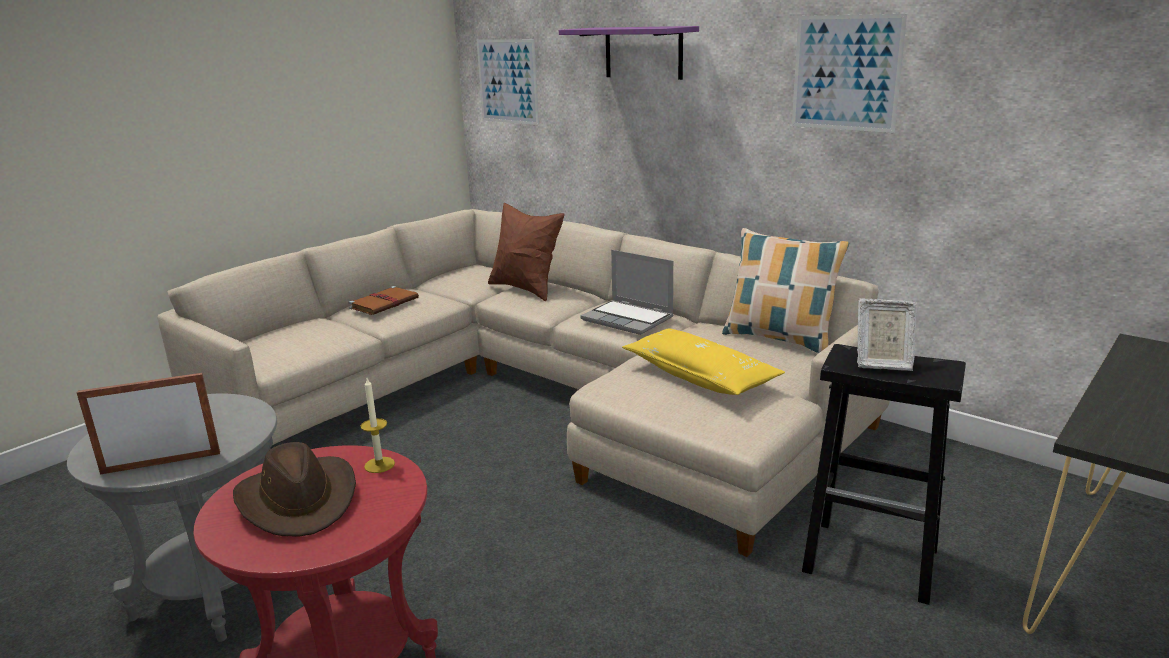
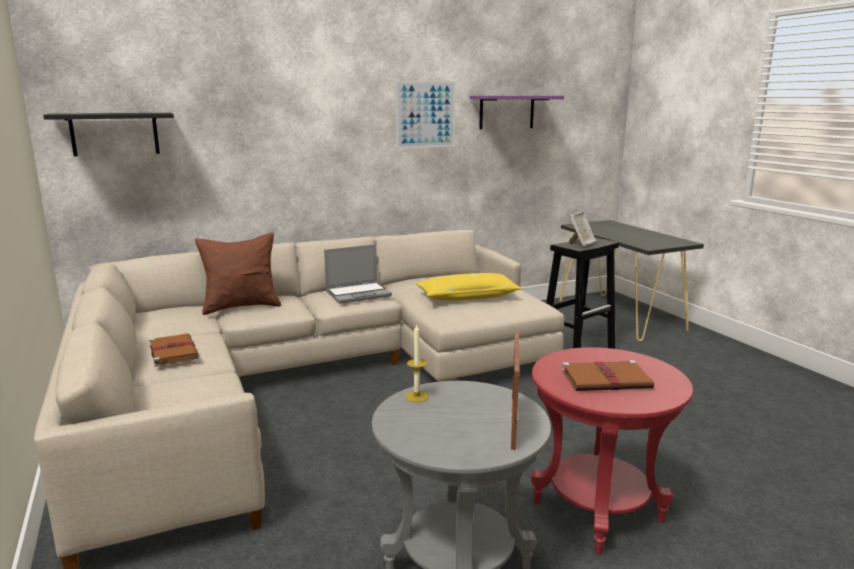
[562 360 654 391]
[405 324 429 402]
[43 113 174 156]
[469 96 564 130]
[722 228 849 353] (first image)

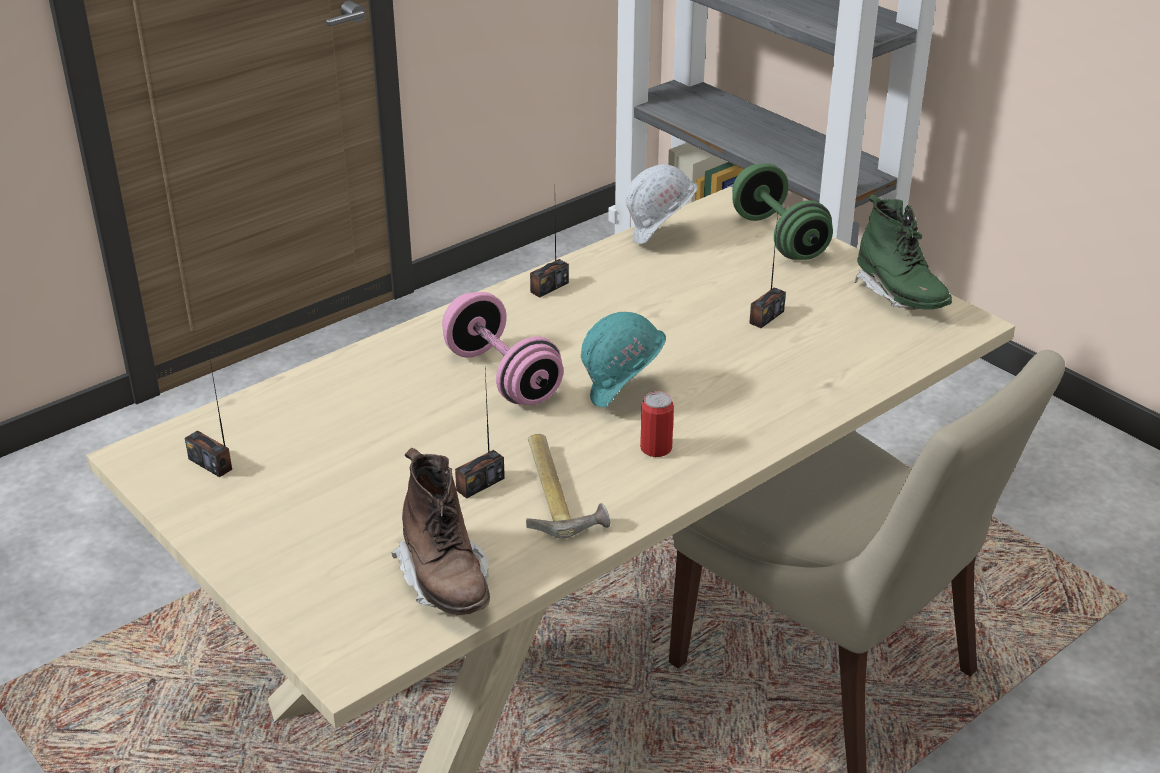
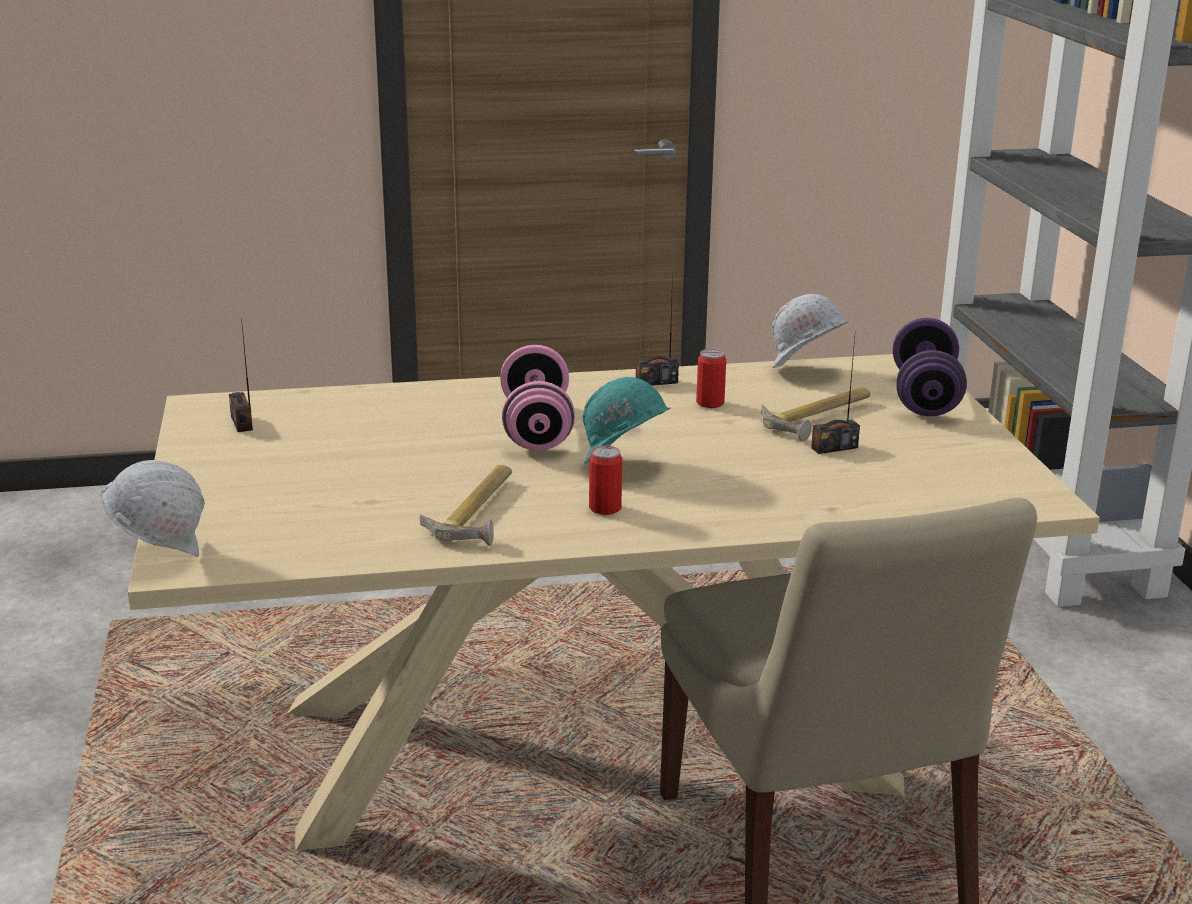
[392 448 490 615] (first image)
[455 371 505 499] (first image)
[893 318 967 416]
[854 195 952 310] (first image)
[100 460 205 557]
[696 349 726 408]
[761 387 870 441]

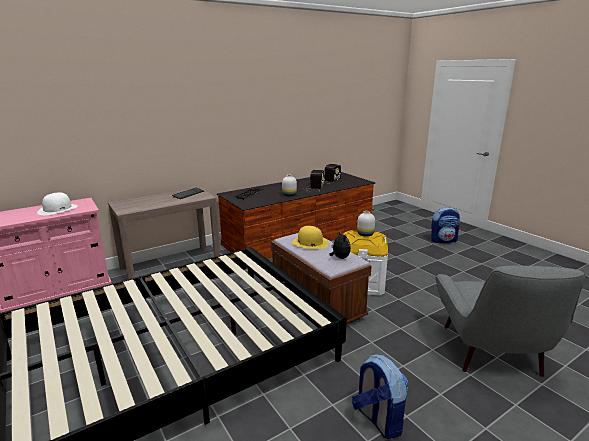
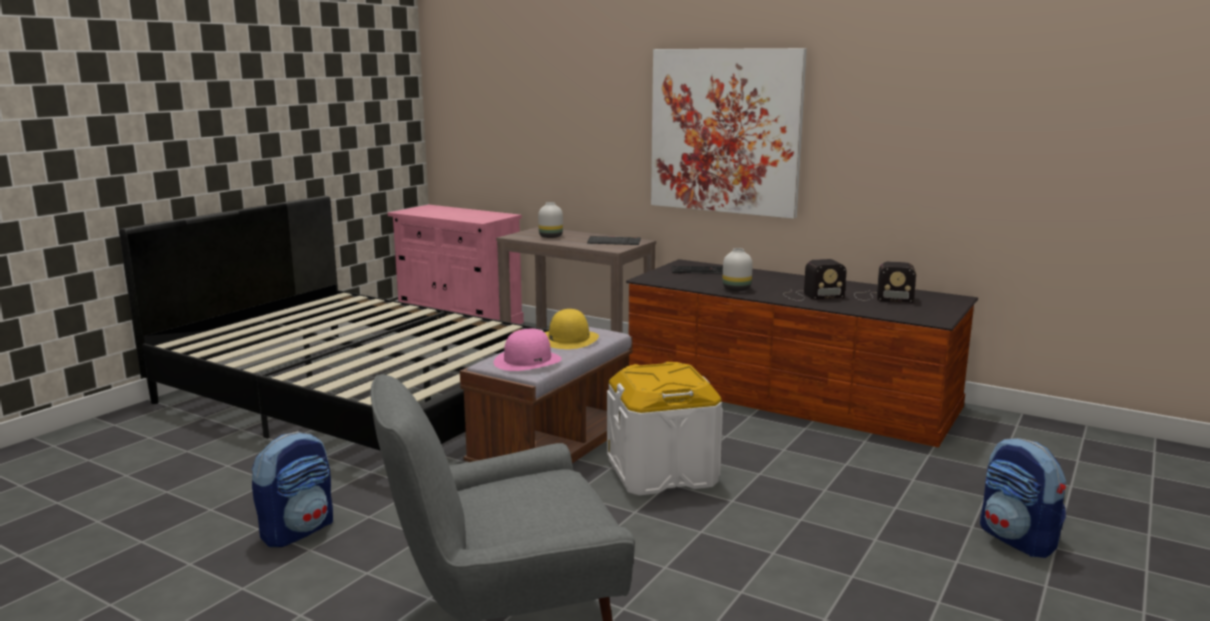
[37 192 78 215] (first image)
[494 329 562 371]
[538 202 563 238]
[651 48 807 219]

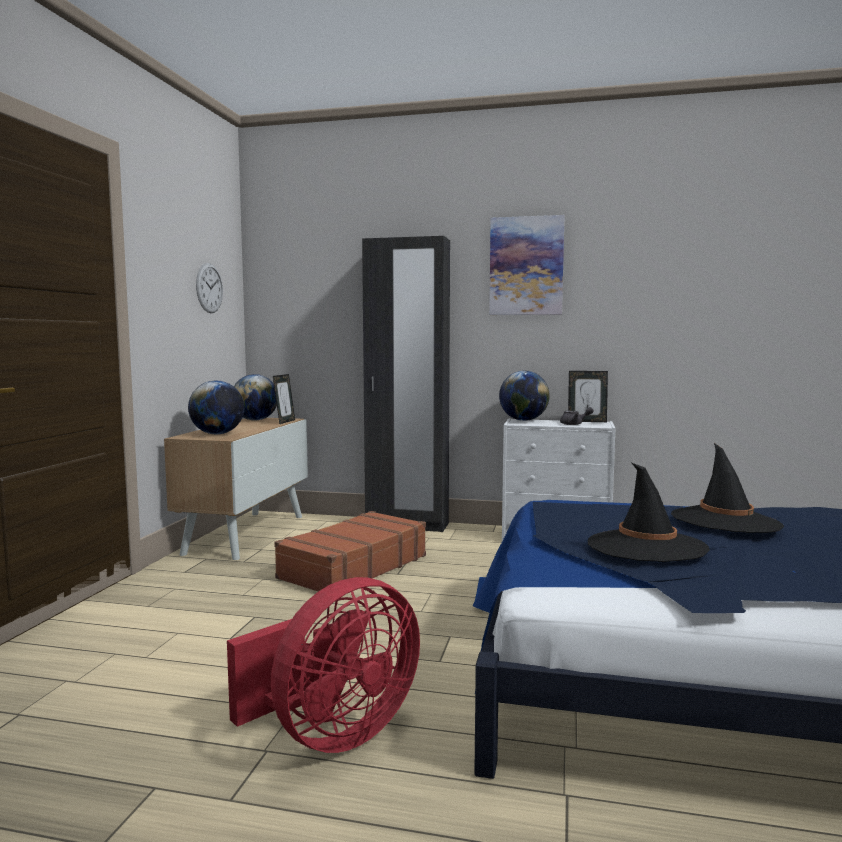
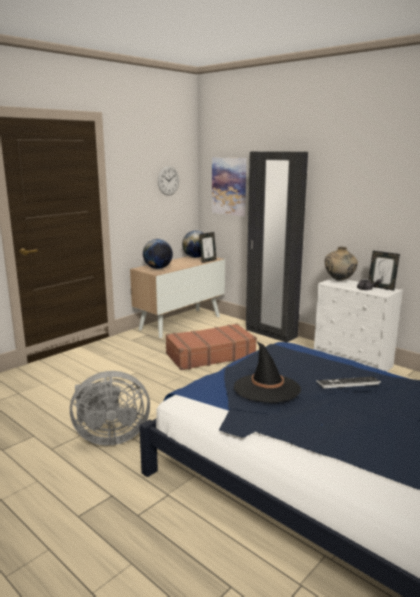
[70 371 150 446]
[212 157 246 216]
[324 247 358 281]
[316 377 381 389]

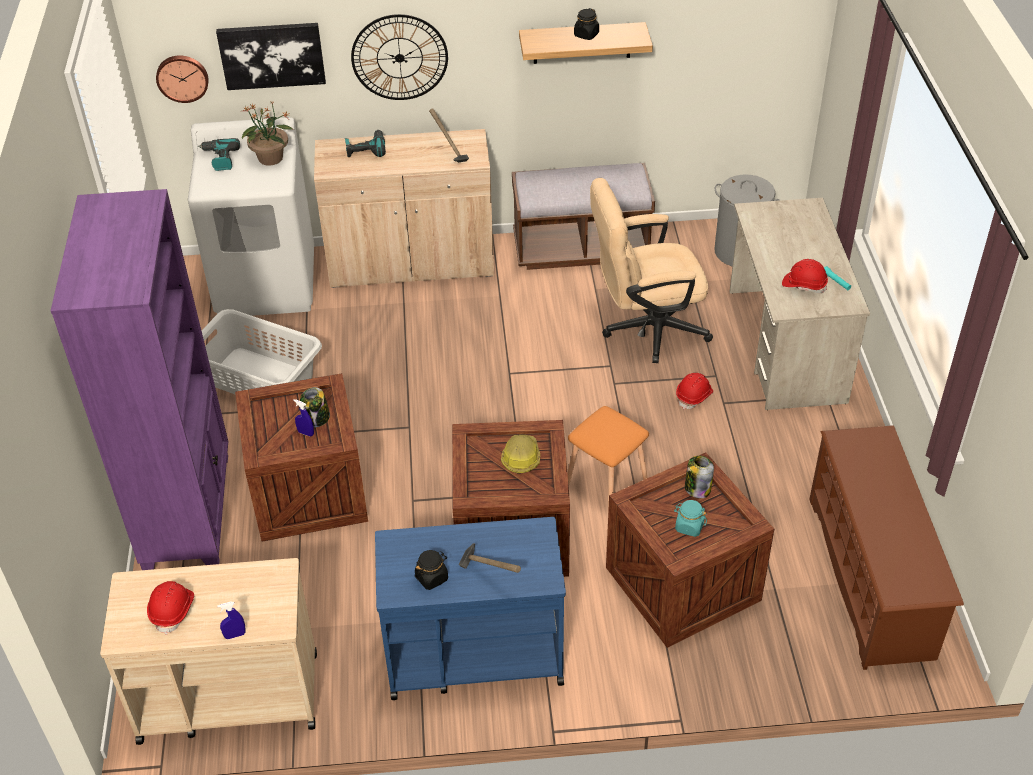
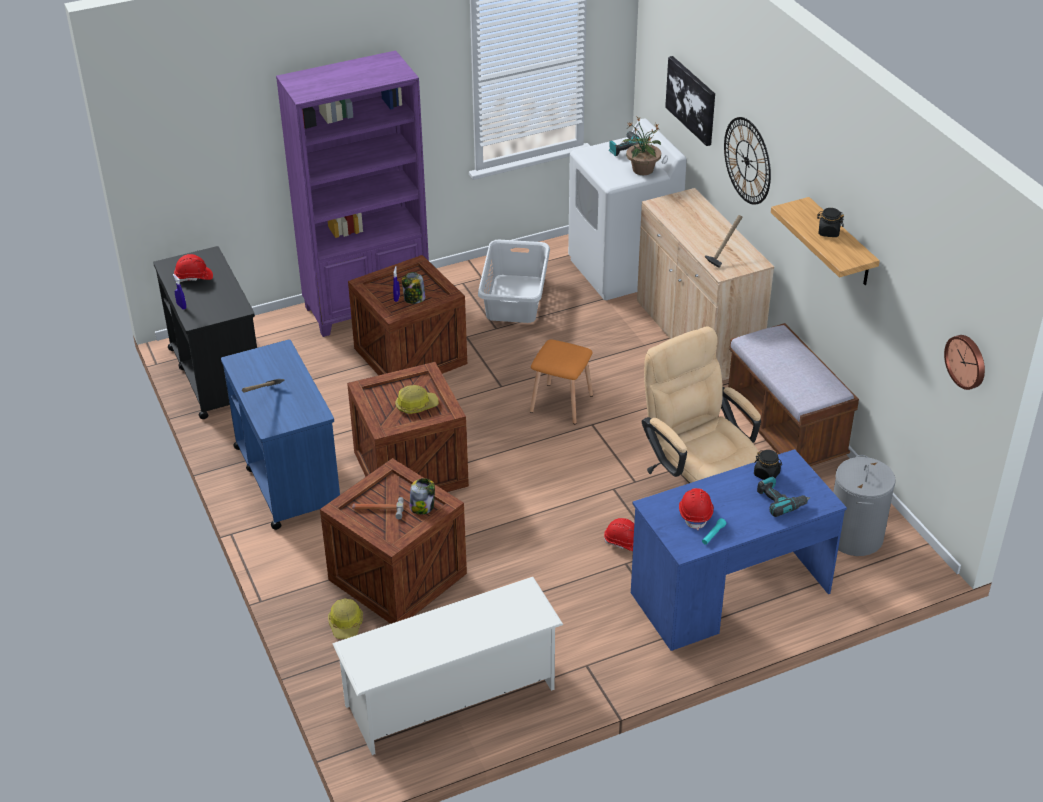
[153 246 257 419]
[944 335 985 390]
[757 476 810 517]
[754 450 782 480]
[530 339 593 424]
[352 497 404 519]
[631 449 847 651]
[333 577 563 755]
[328 598 363 639]

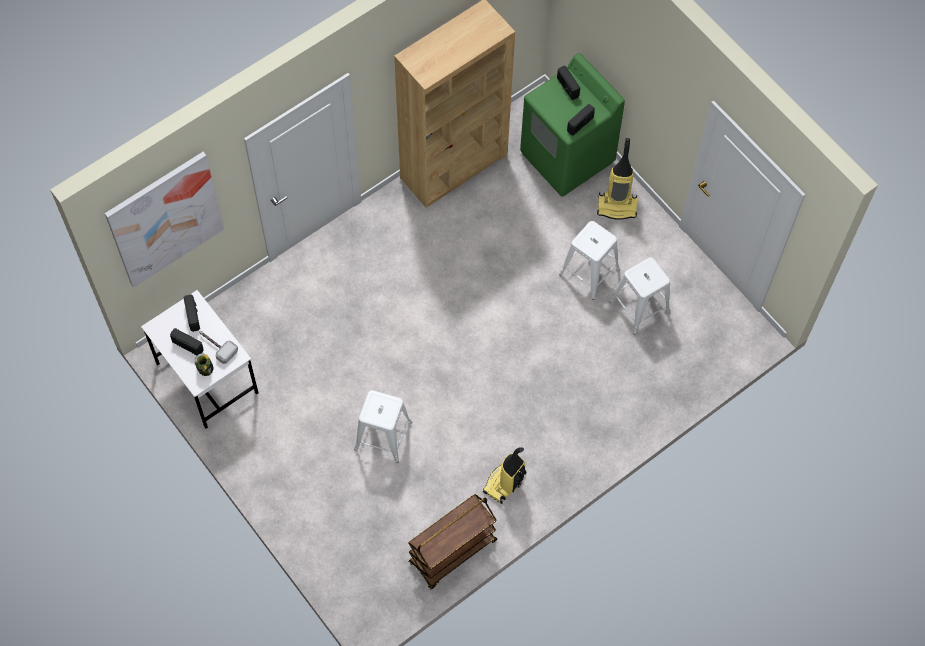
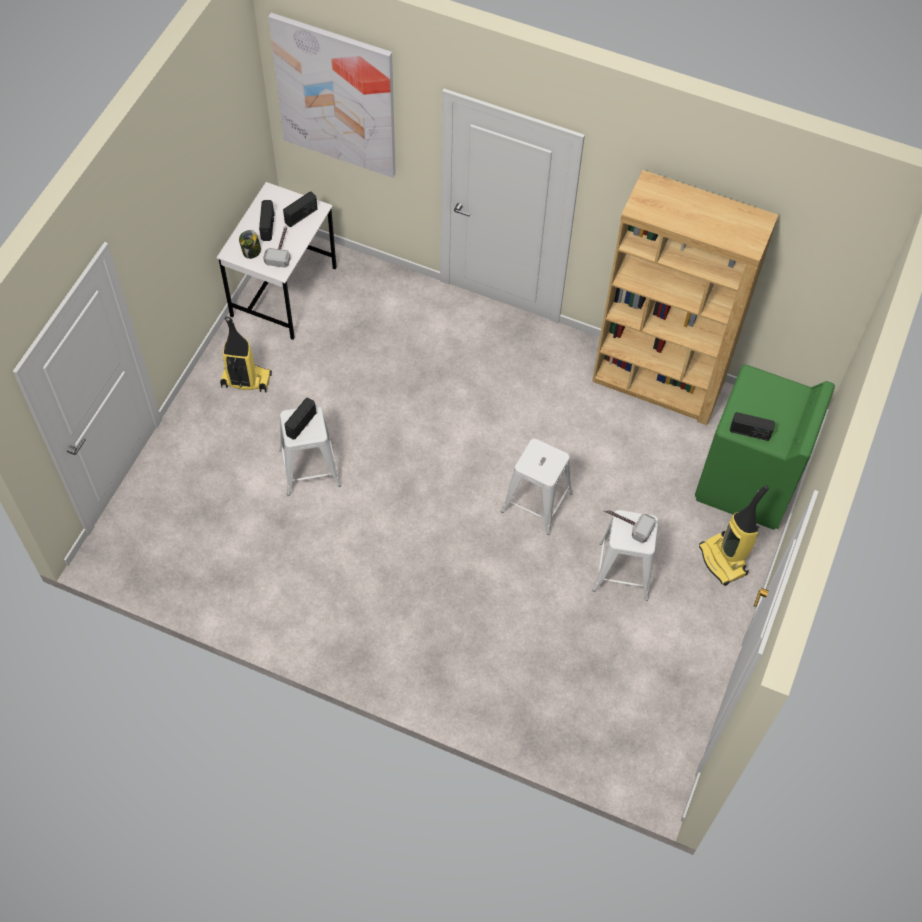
[408 494 497 590] (first image)
[220 316 272 393]
[285 397 316 440]
[501 439 573 535]
[603 508 656 543]

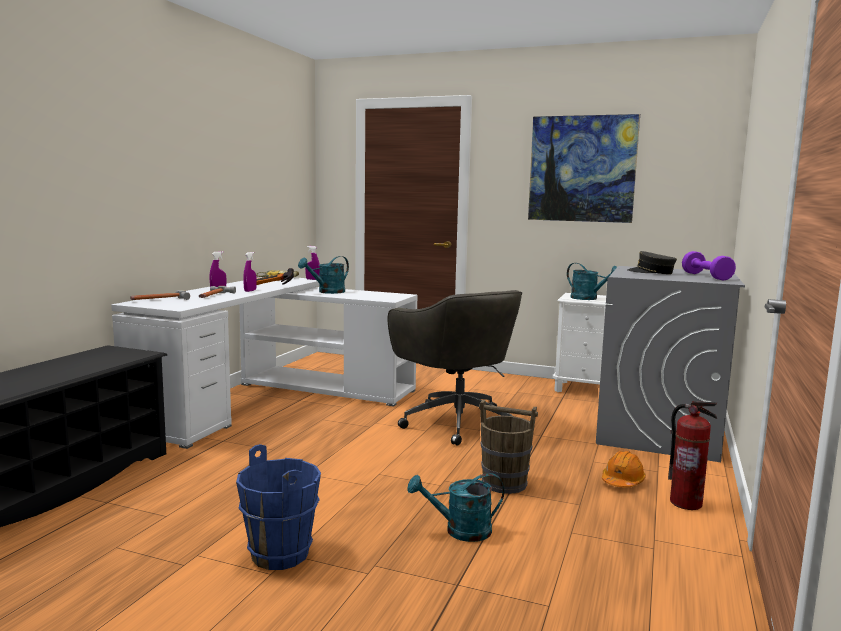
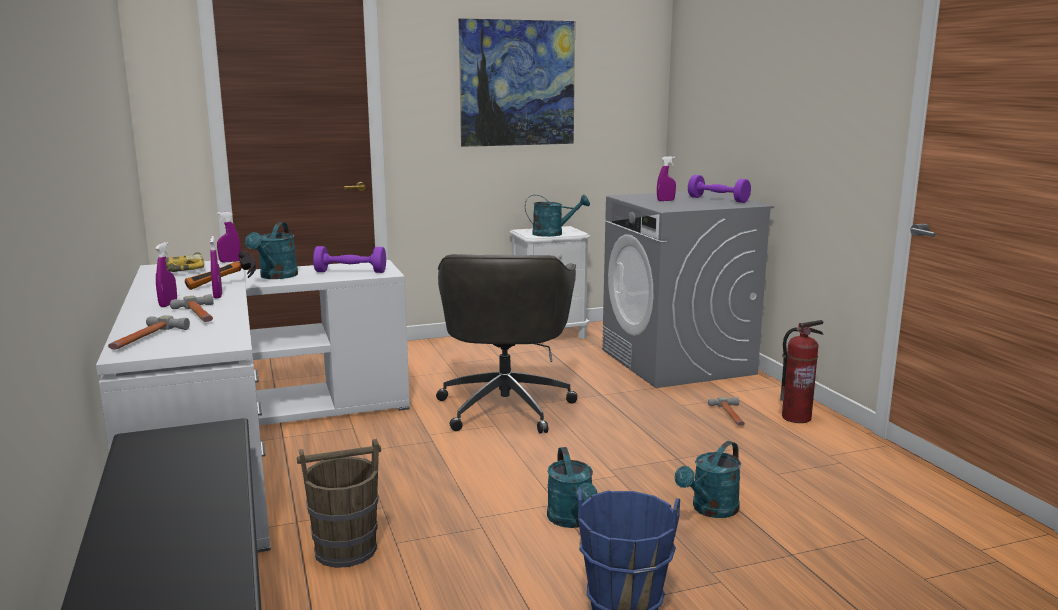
[436 254 577 434]
[297 439 381 568]
[708 397 745 426]
[657 156 676 201]
[313 246 386 273]
[547 447 597 528]

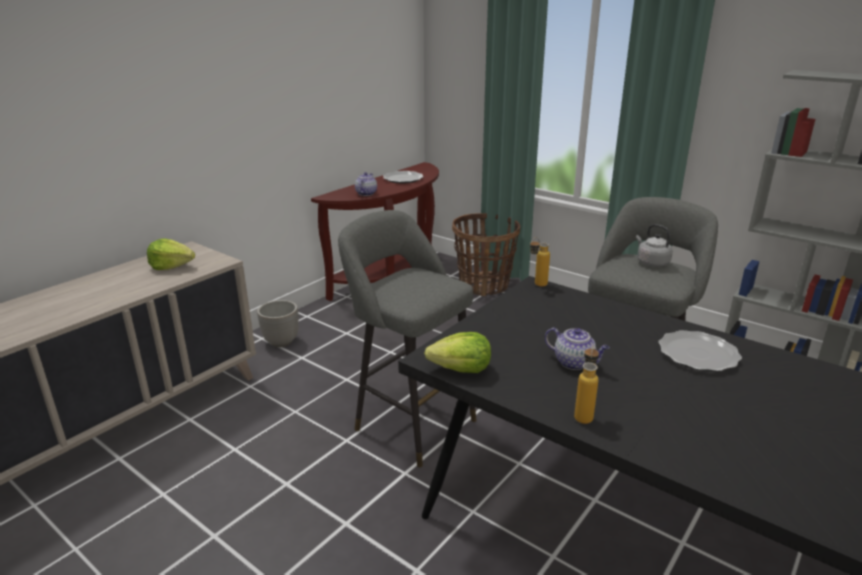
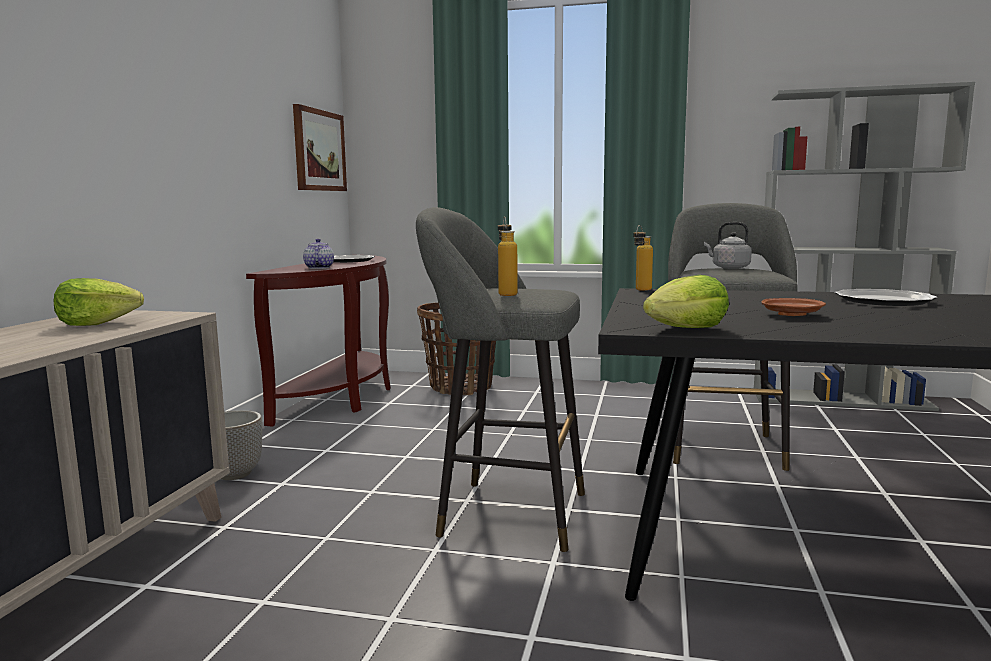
[762 298 826 316]
[498 216 518 296]
[293 104 347 191]

